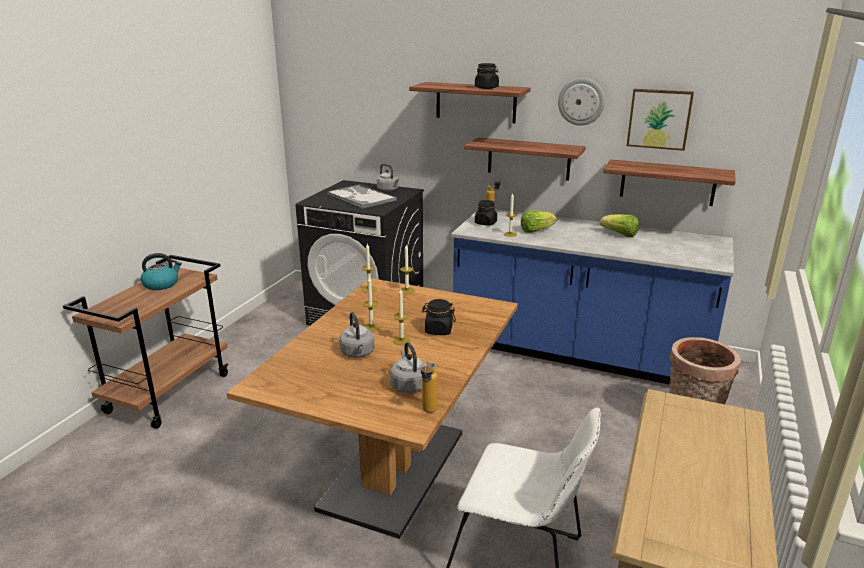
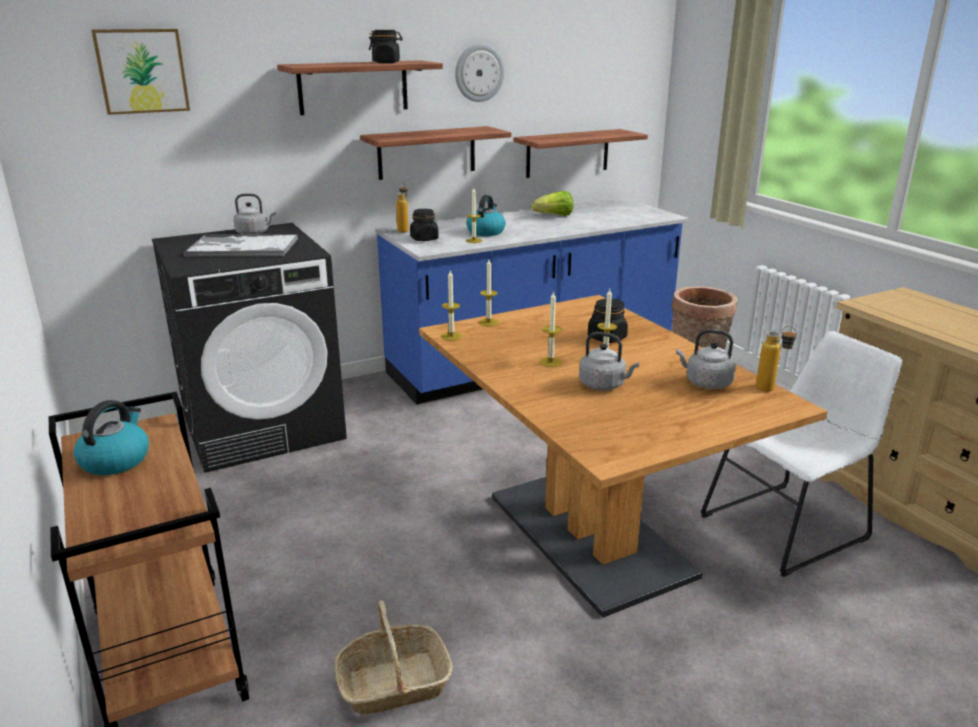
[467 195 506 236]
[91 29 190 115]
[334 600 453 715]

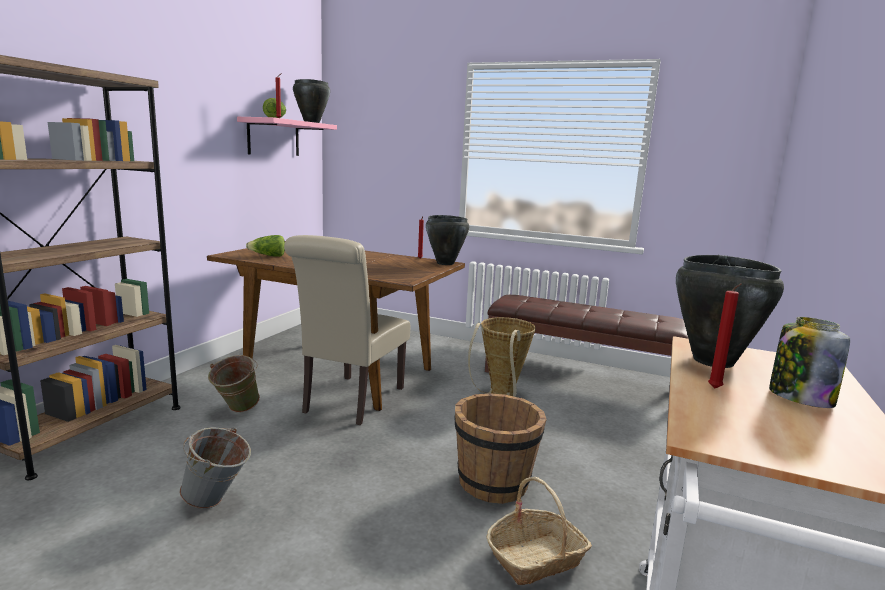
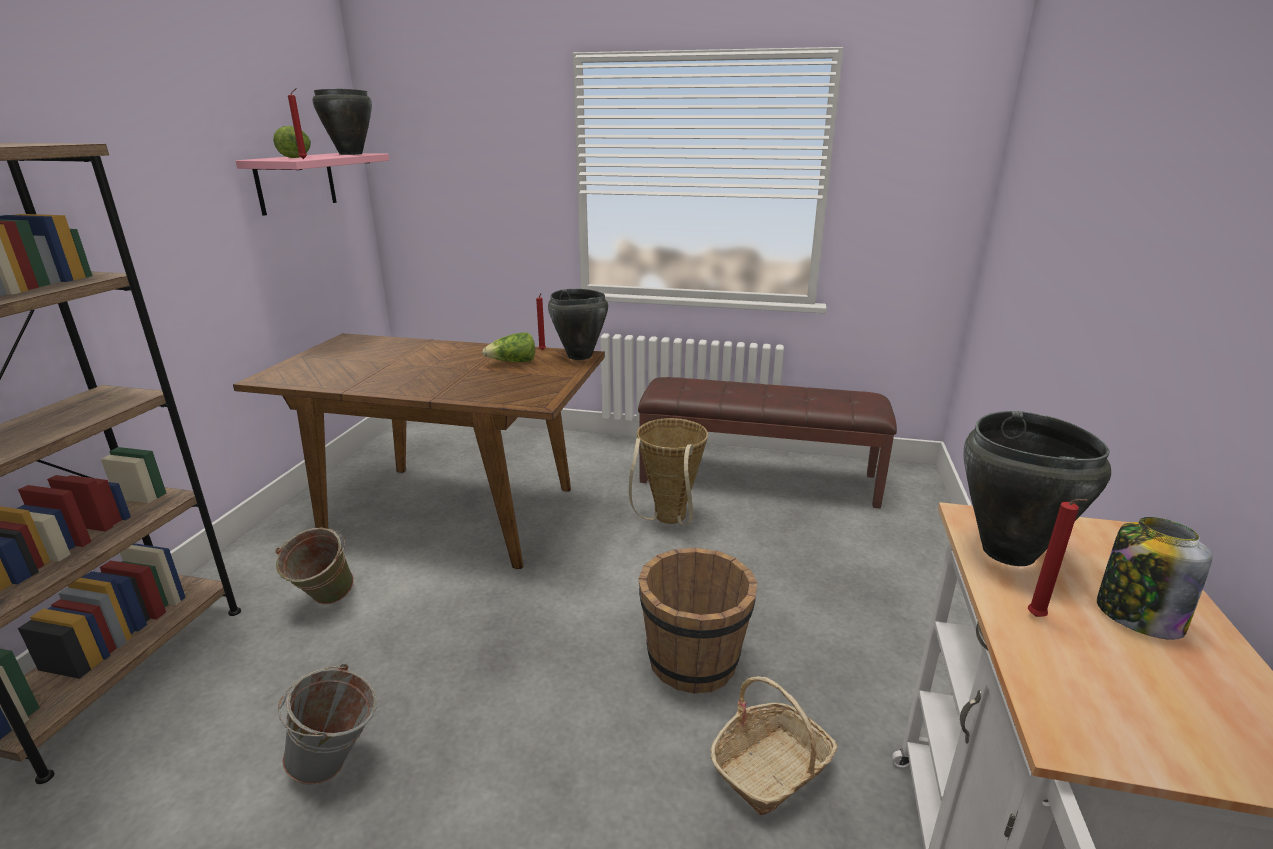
[482 332 535 362]
[284 235 410 425] (first image)

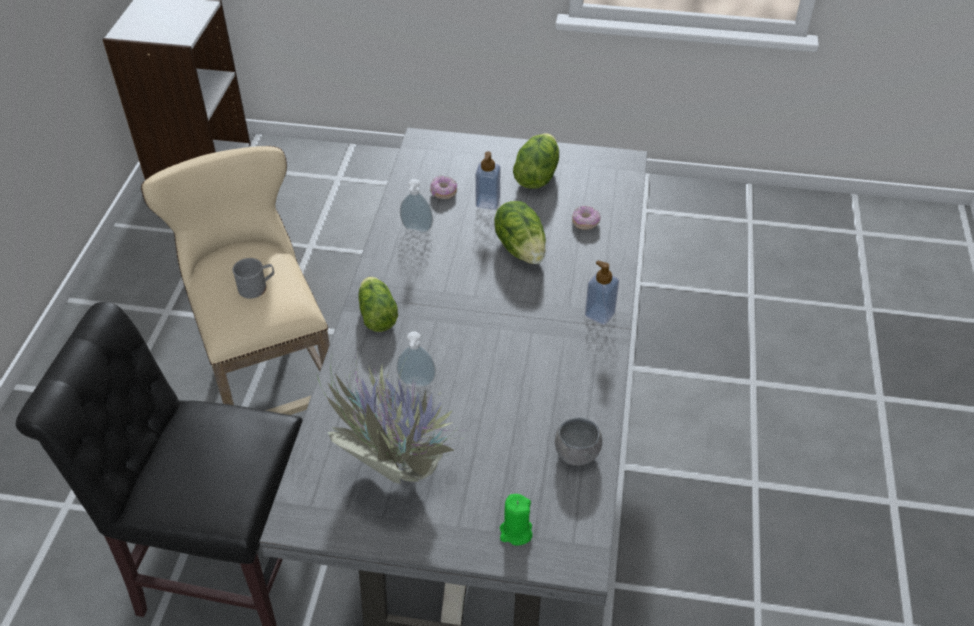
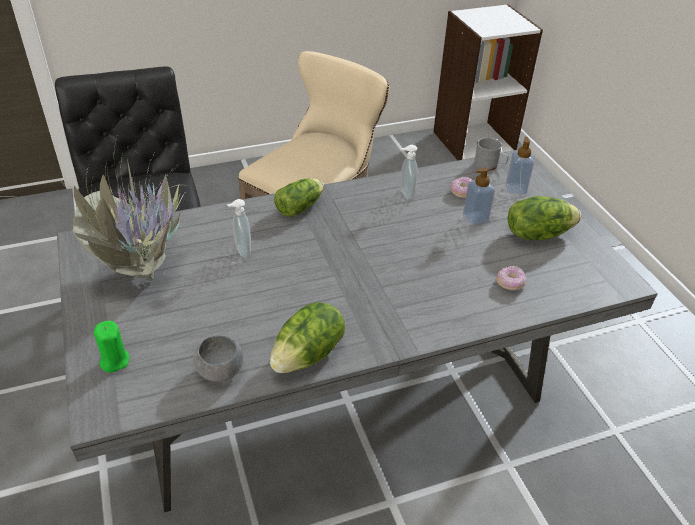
[474 137 509 171]
[270 302 345 373]
[506 137 534 195]

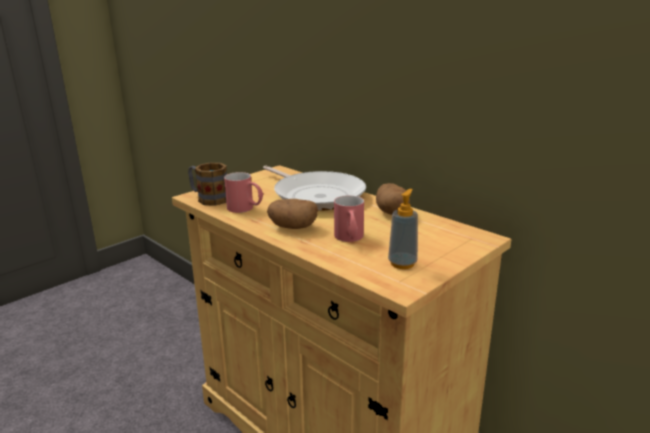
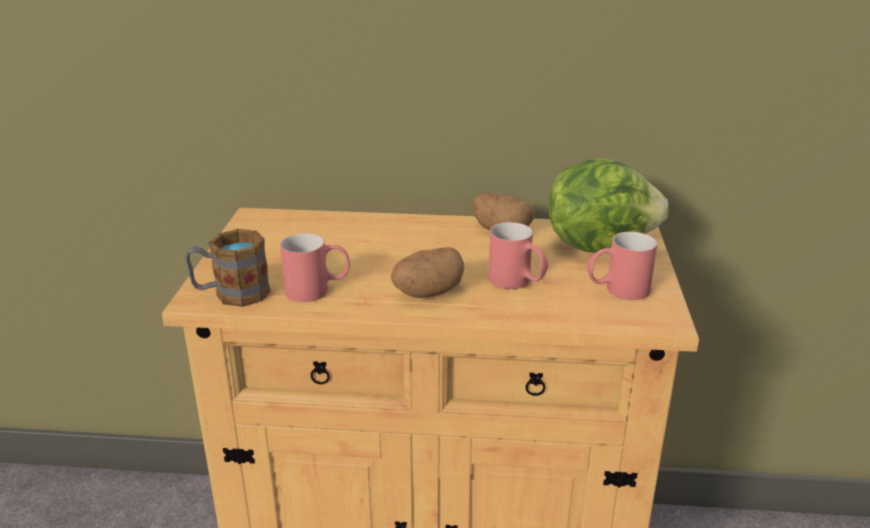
[263 166 366 211] (first image)
[587 232 657 300]
[548 158 668 253]

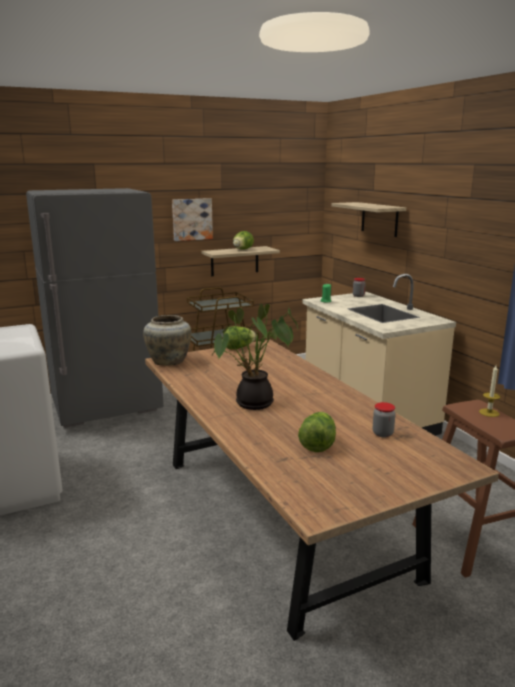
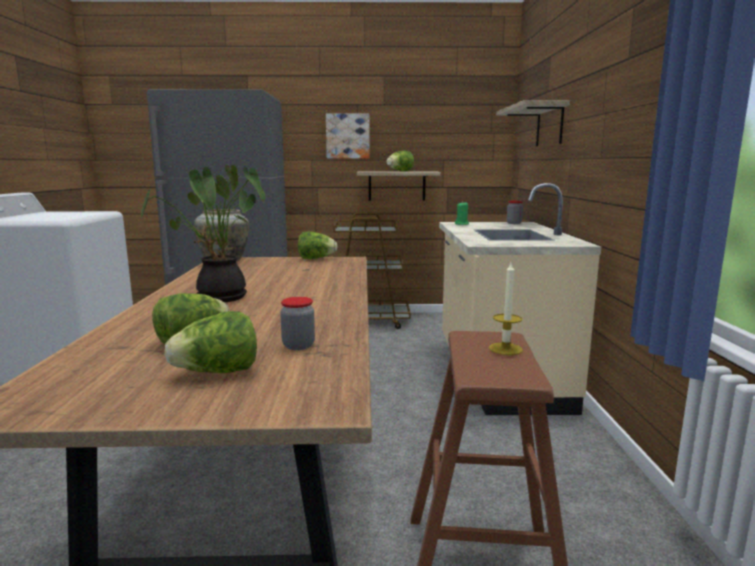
[164 311 257 373]

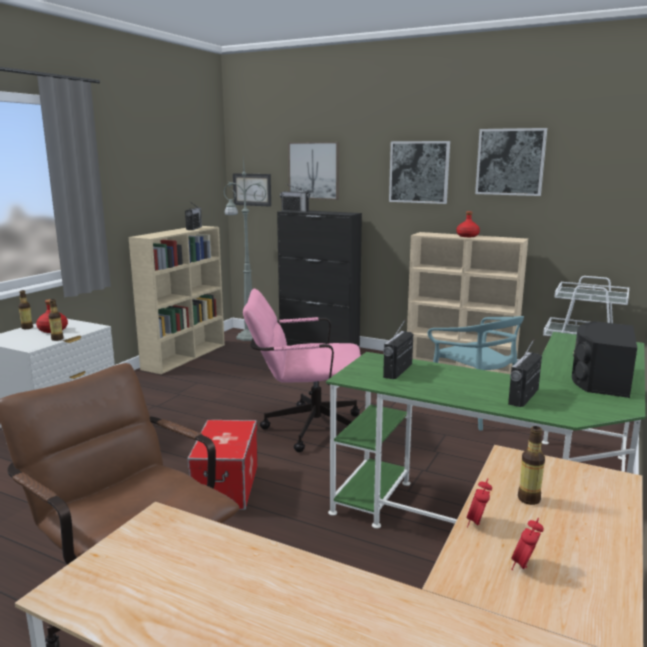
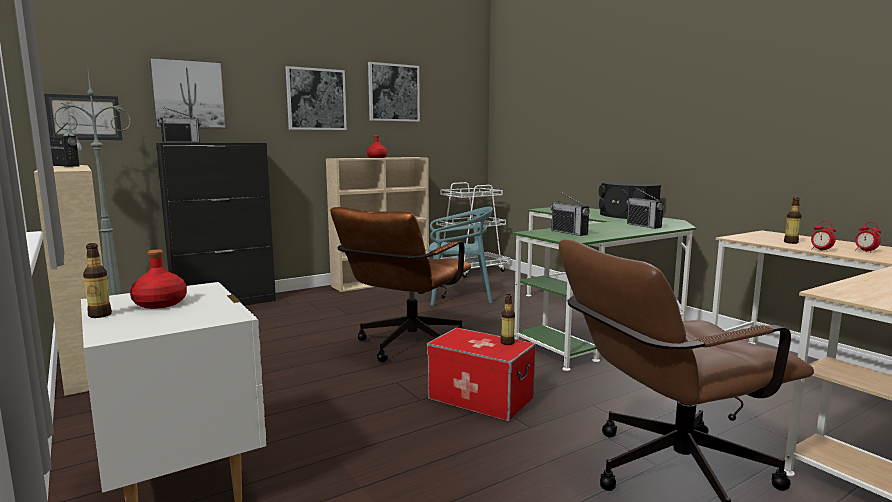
[500 294 515 345]
[330 207 471 362]

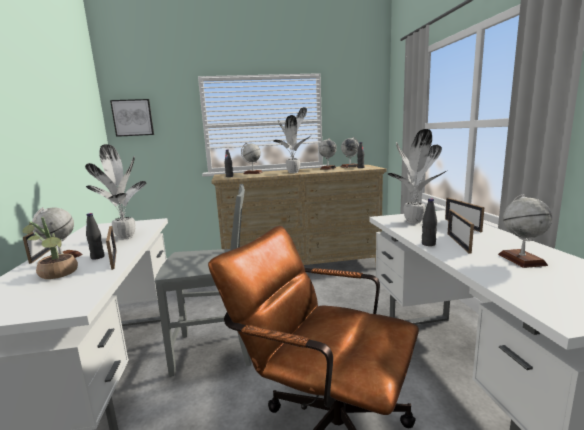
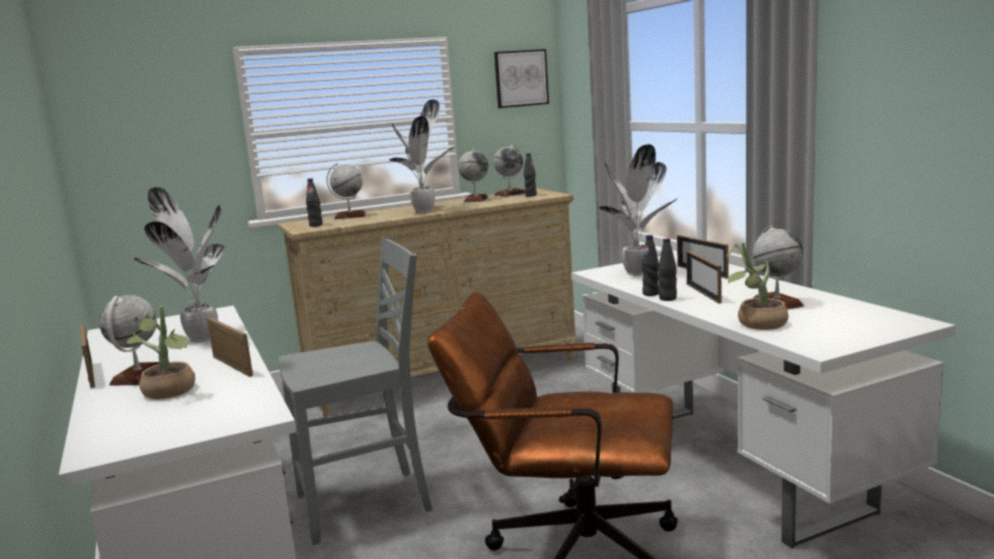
[641 235 659 296]
[494 49 549 108]
[726 242 788 330]

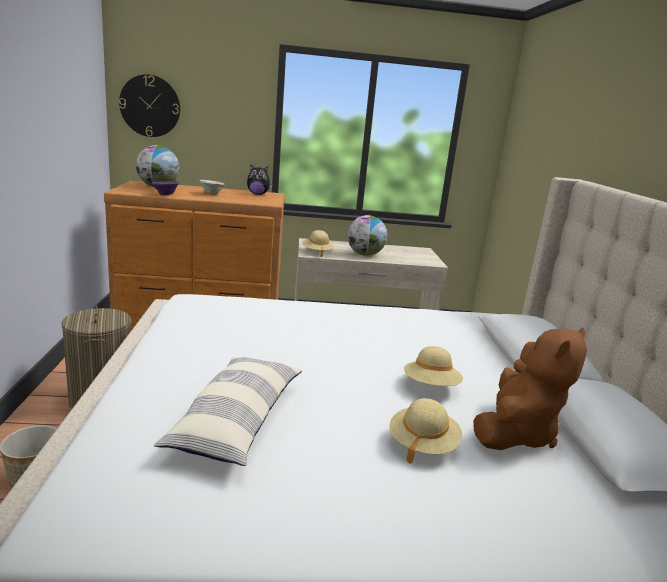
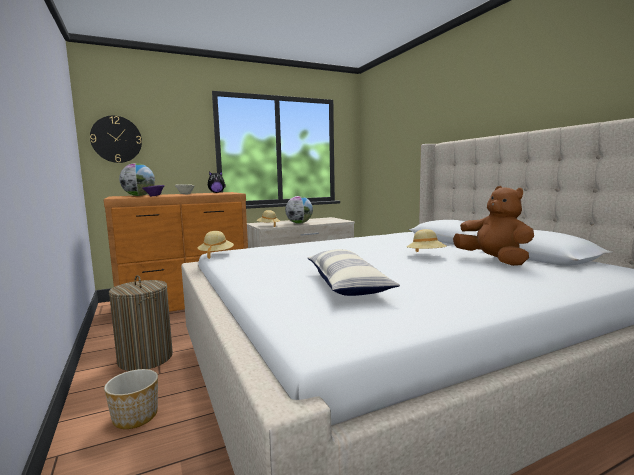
[198 231 234 259]
[453 186 534 266]

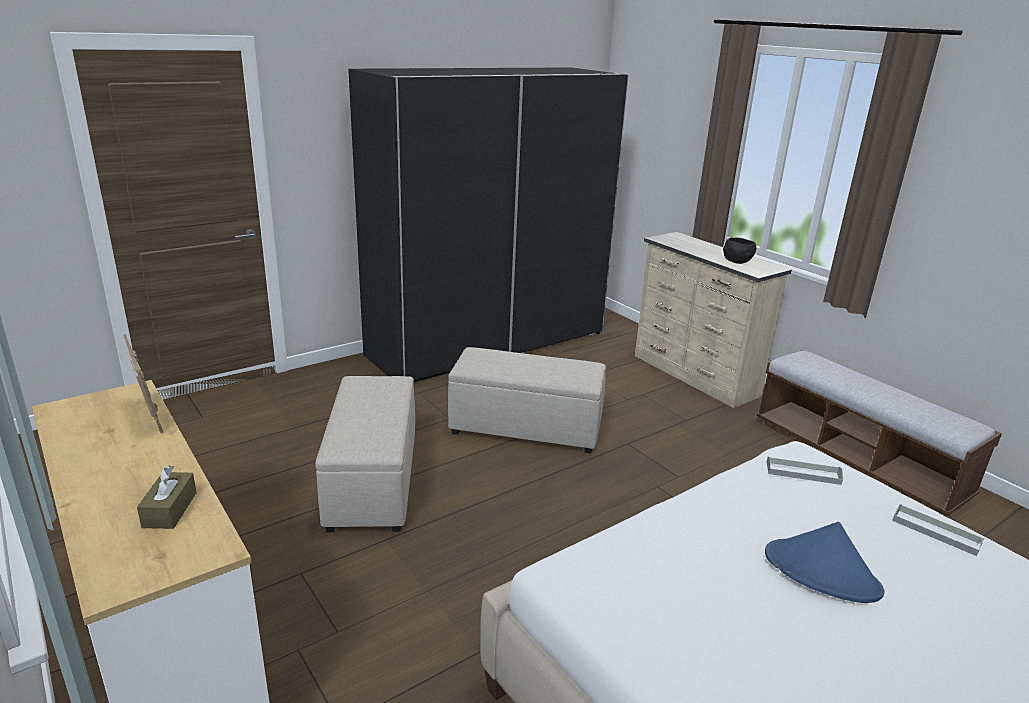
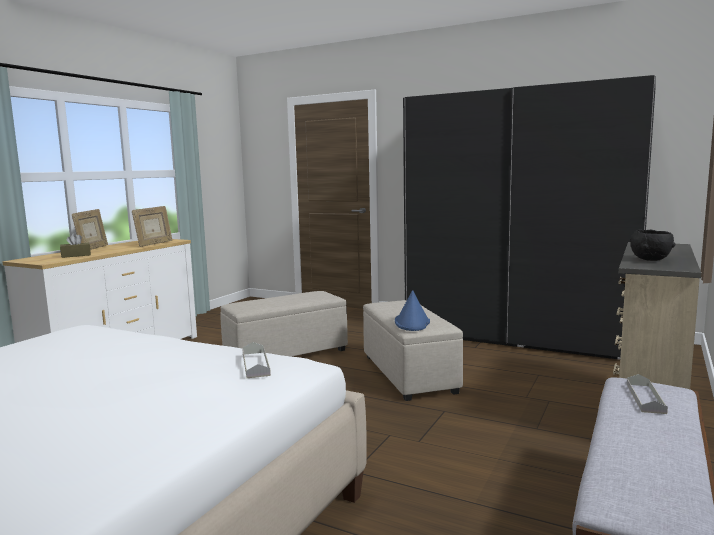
[395 290 430 331]
[627 374 668 414]
[72 209 108 250]

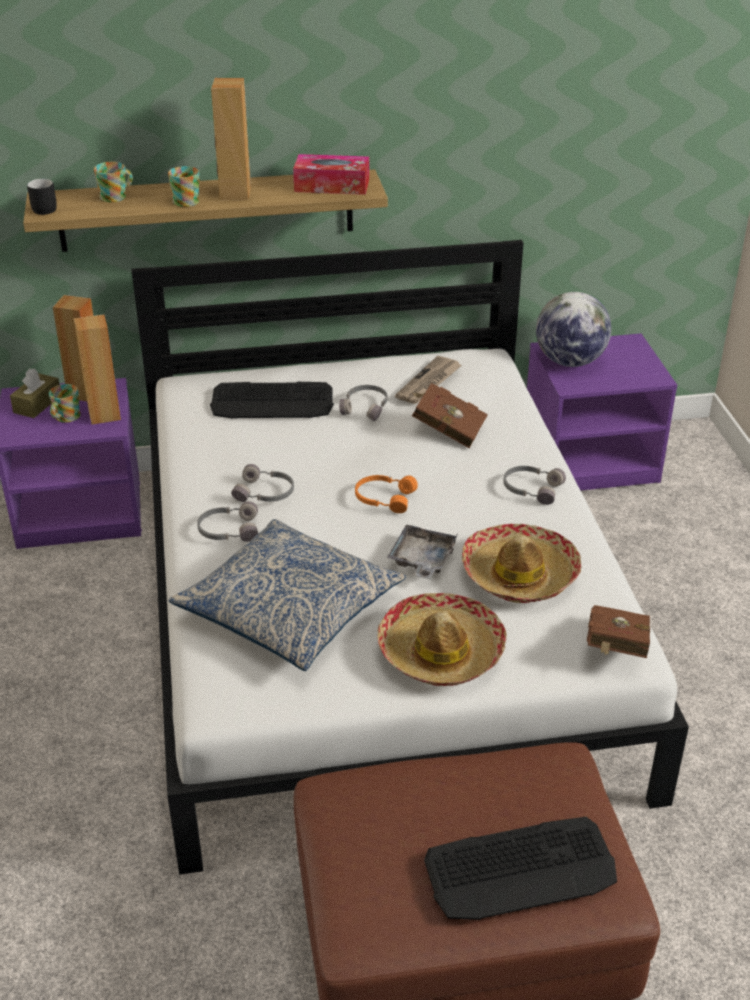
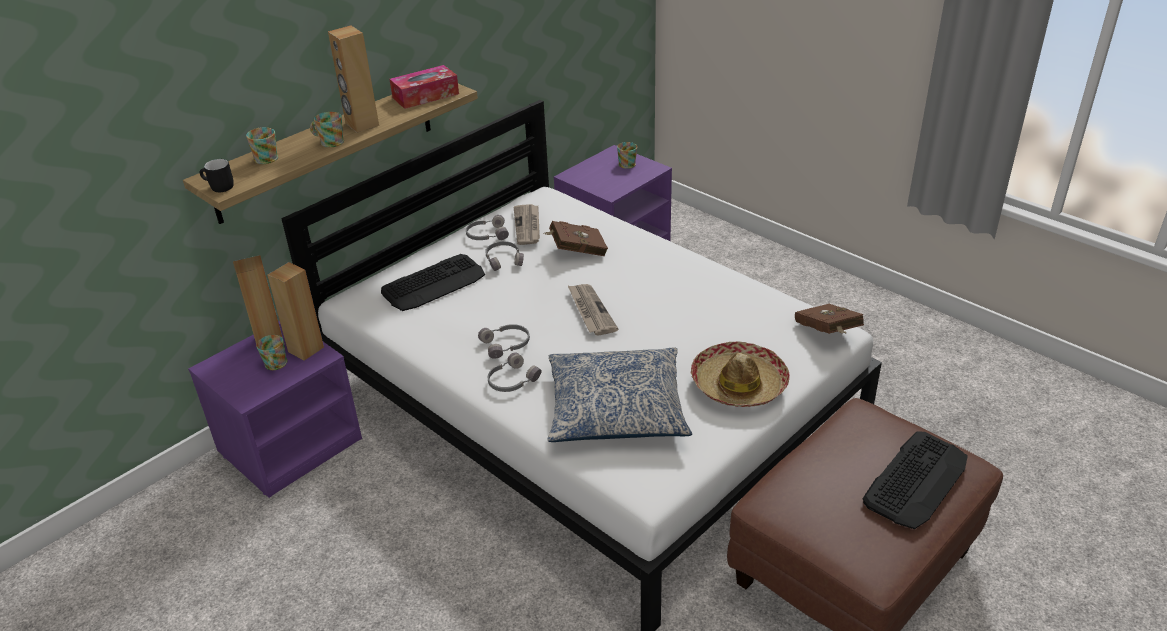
[10 368 60 418] (first image)
[567 284 618 335]
[387 524 457 579] (first image)
[462 524 582 603] (first image)
[466 215 509 240]
[536 292 611 367] (first image)
[617 142 637 169]

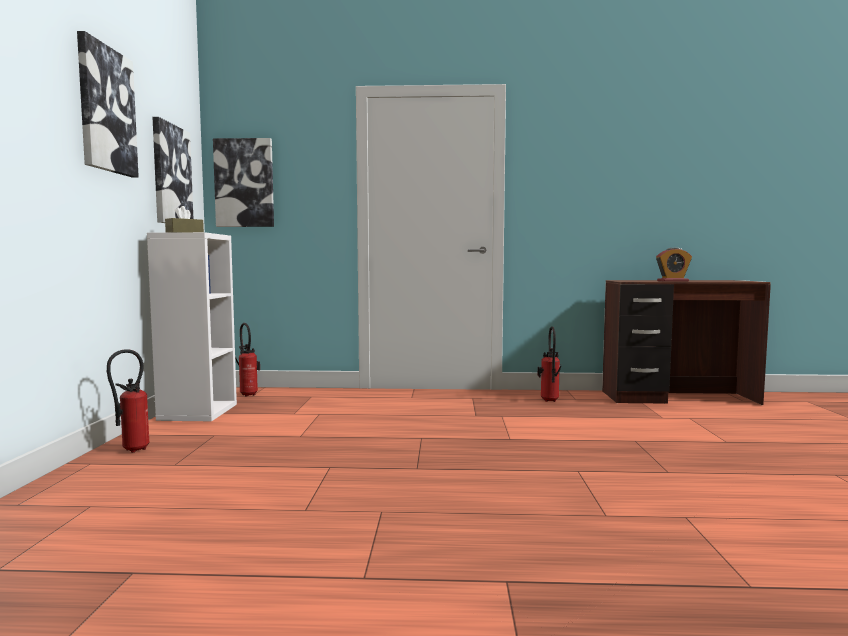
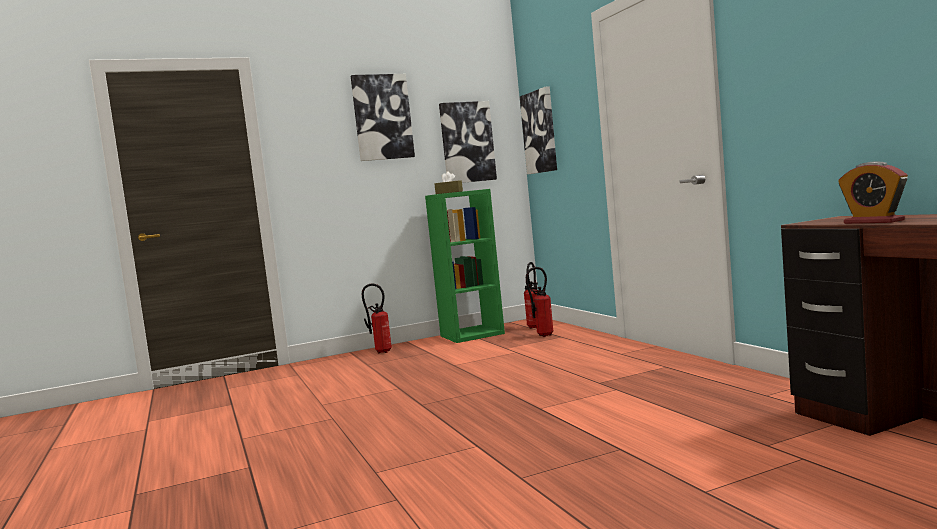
[425 189 505 343]
[526 267 554 337]

